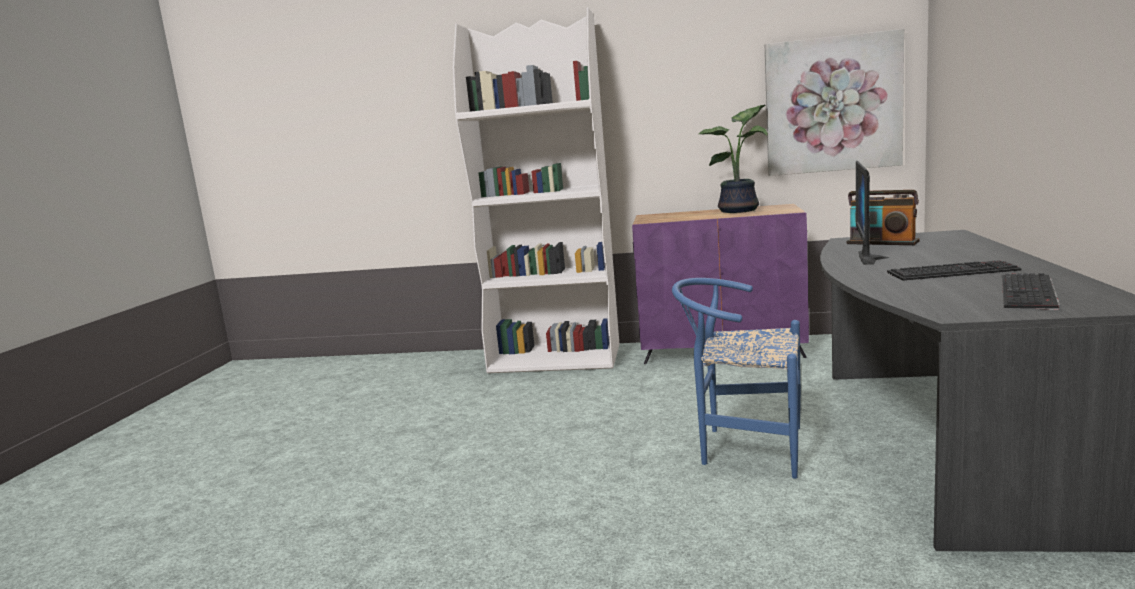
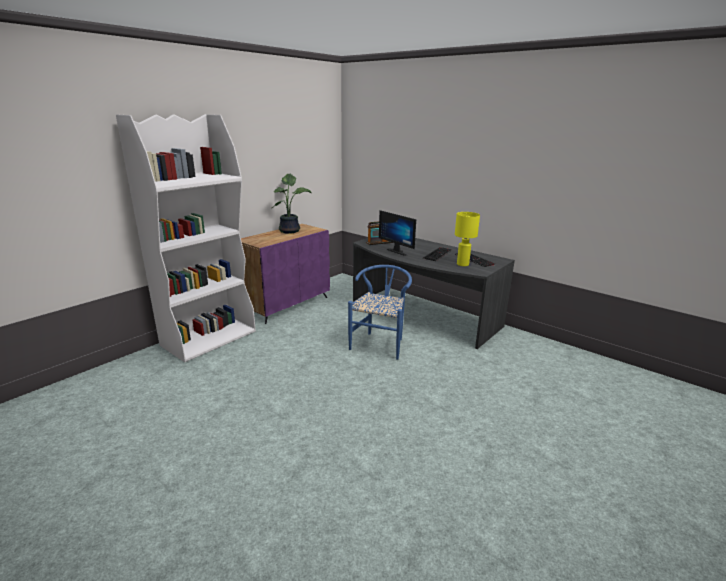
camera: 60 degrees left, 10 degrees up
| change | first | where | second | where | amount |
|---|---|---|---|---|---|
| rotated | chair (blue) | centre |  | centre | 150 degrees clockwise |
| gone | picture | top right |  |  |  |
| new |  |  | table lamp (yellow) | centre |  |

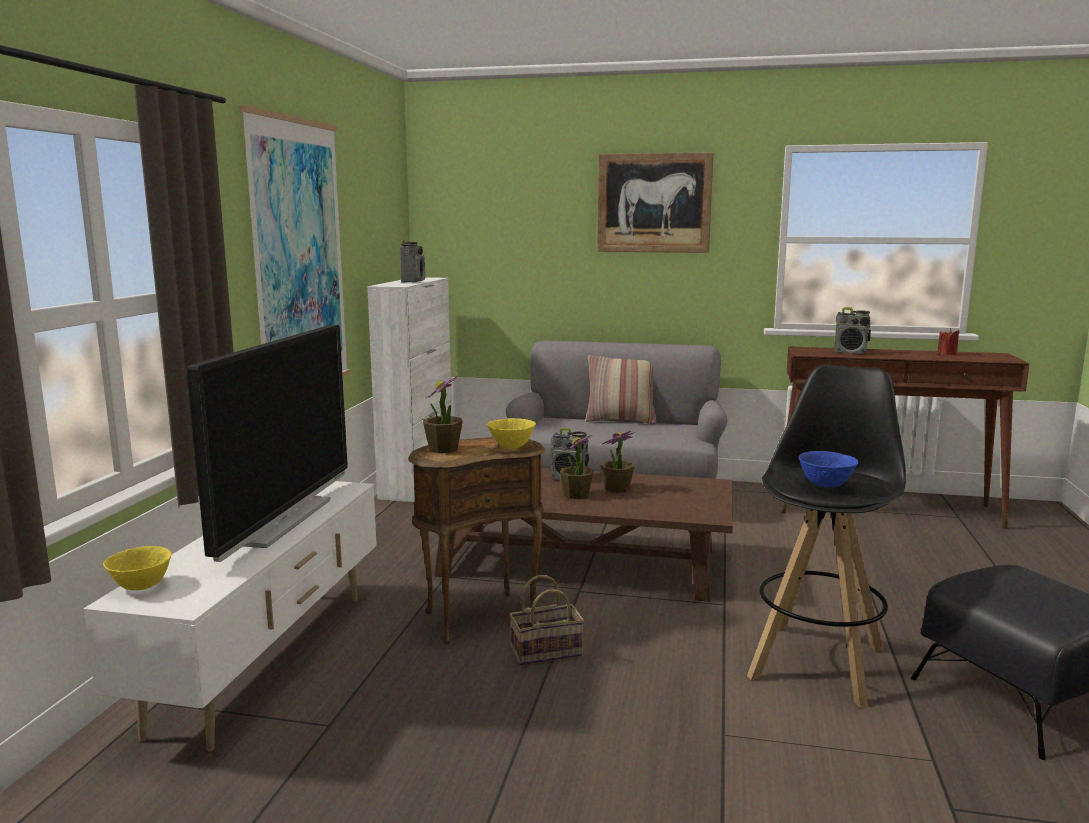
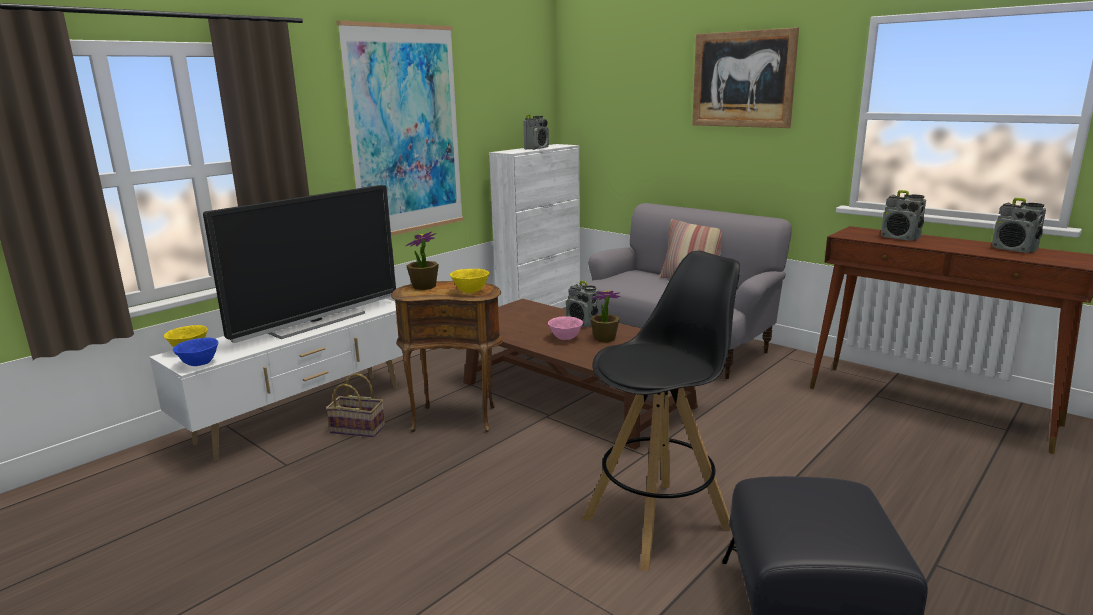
camera: 30 degrees right, 5 degrees up
| change | first | where | second | where | amount |
|---|---|---|---|---|---|
| shifted | basket | bottom centre |  | middle left |  |
| swapped | potted plant (no. 2 from left) | centre | bowl (pink) | centre |  |
| shifted | bowl (blue) | middle right |  | middle left |  |
| swapped | candle (red) | middle right | radio (no. 4 from left) | middle right |  |

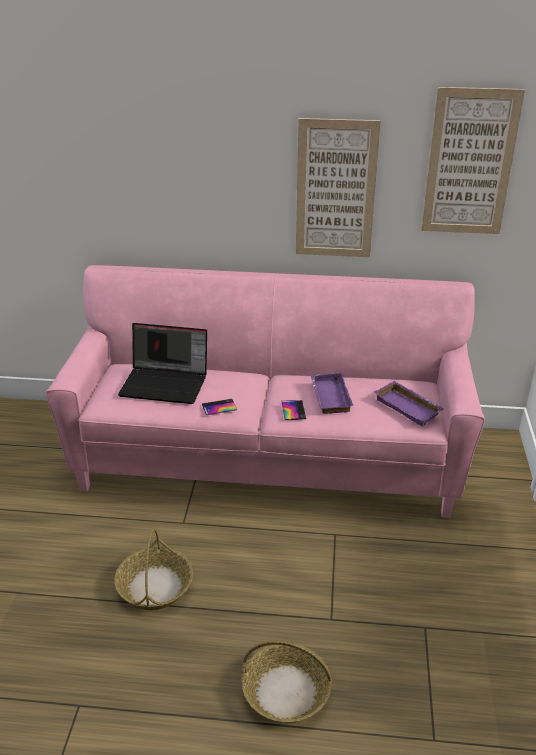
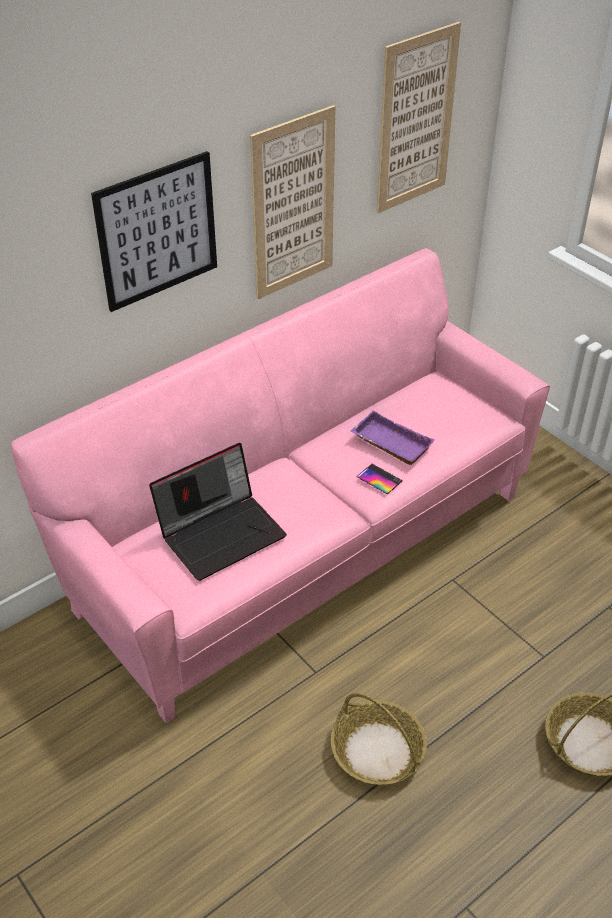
camera: 45 degrees left, 10 degrees up
| change | first | where | second | where | amount |
|---|---|---|---|---|---|
| gone | phone (no. 1 from left) | centre |  |  |  |
| gone | tray (purple) (no. 2 from left) | middle right |  |  |  |
| new |  |  | picture (no. 1 from left) | top left |  |

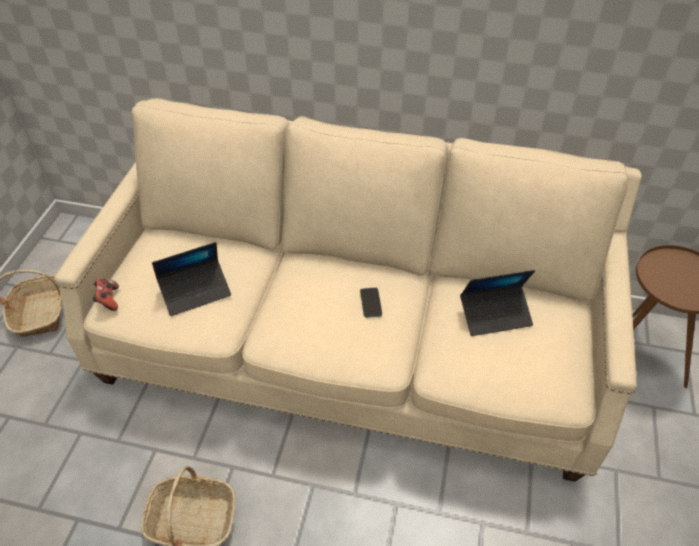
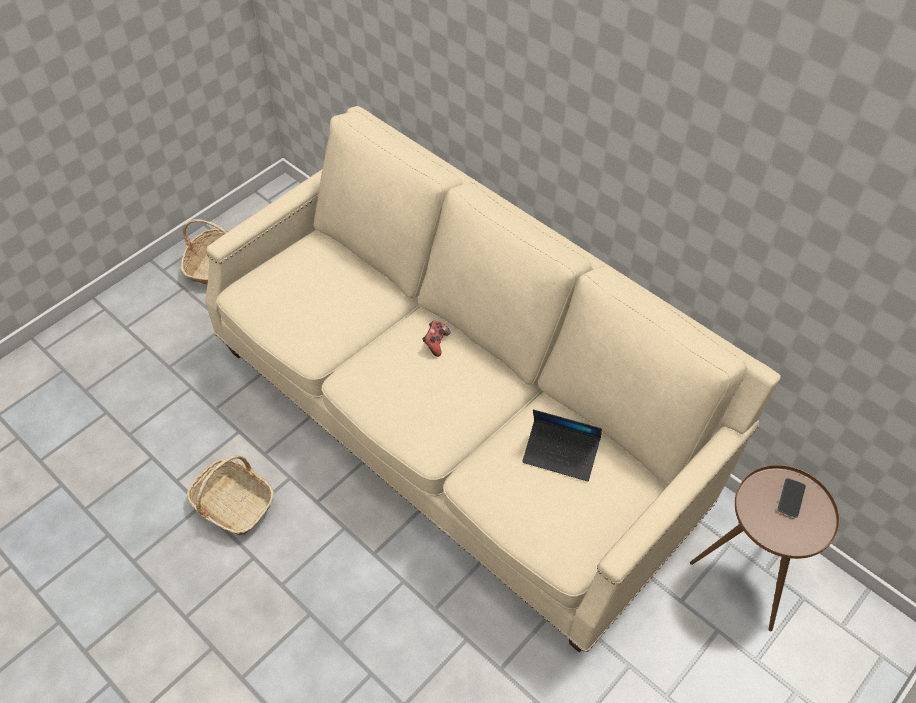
camera: 30 degrees right, 5 degrees up
| change | first | where | second | where | amount |
|---|---|---|---|---|---|
| shifted | game controller | middle left |  | centre |  |
| gone | laptop (no. 1 from left) | middle left |  |  |  |
| shifted | phone | centre |  | bottom right |  |

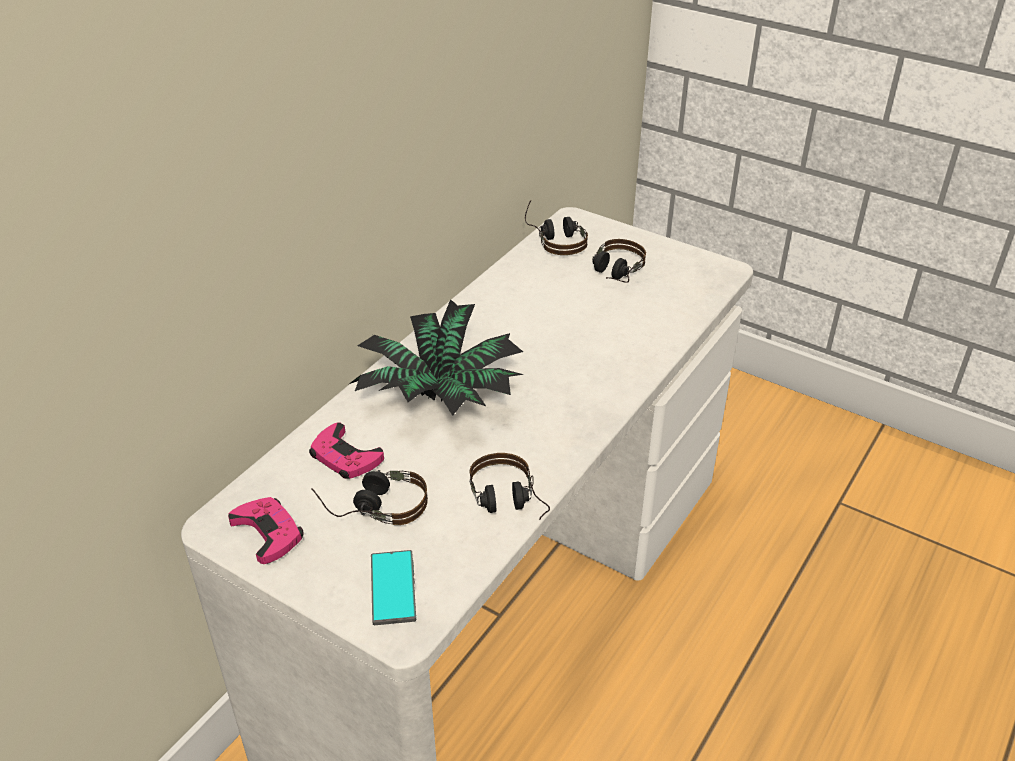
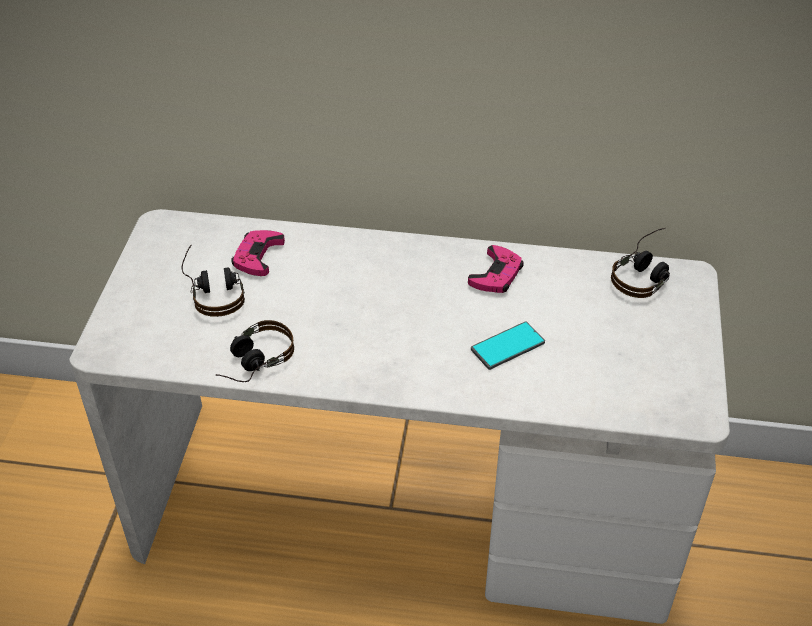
camera: 65 degrees right, 5 degrees up
| change | first | where | second | where | amount |
|---|---|---|---|---|---|
| shifted | game controller (pink) (no. 1 from left in the first image) | bottom left | game controller (pink) (no. 2 from left) | centre |  |
| gone | potted plant | centre |  |  |  |
| shifted | phone | bottom centre |  | centre |  |
| gone | headphones (no. 4 from left) | centre |  |  |  |

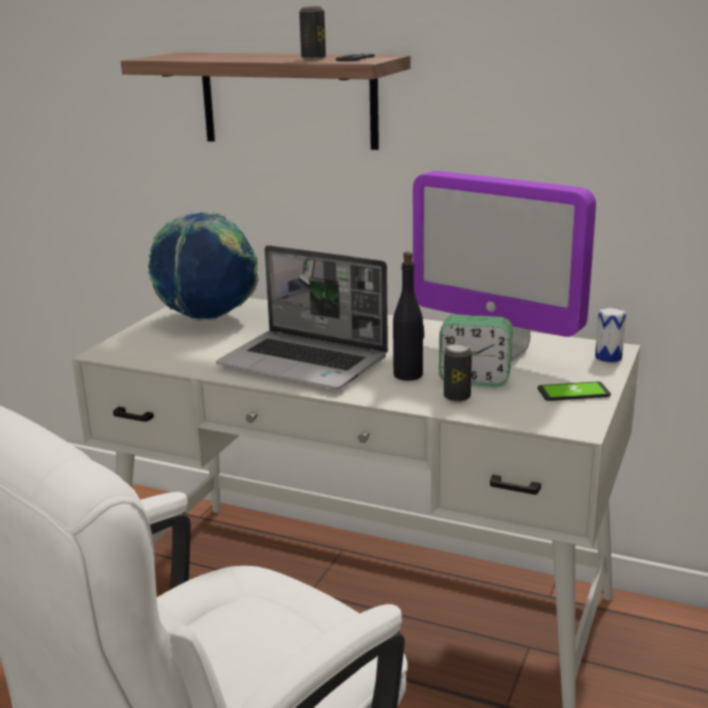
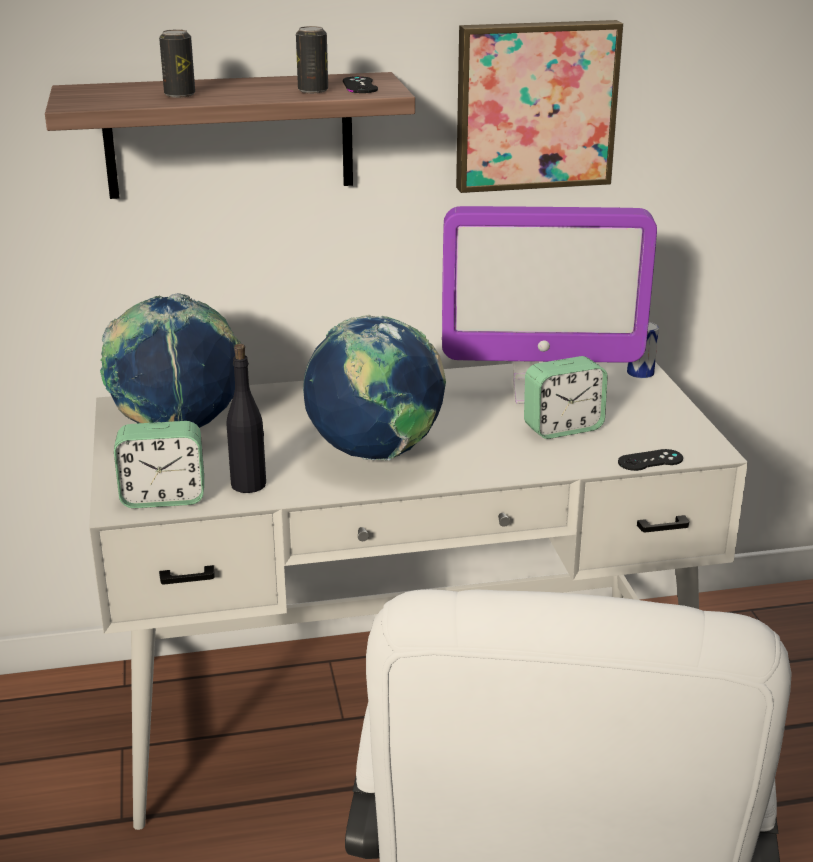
camera: 35 degrees left, 5 degrees up
| change | first | where | second | where | amount |
|---|---|---|---|---|---|
| swapped | laptop | centre | globe (no. 2 from left) | centre |  |
| shifted | bottle (black) | centre |  | middle left |  |
| shifted | can (no. 2 from left in the first image) | centre | can (no. 1 from left) | top left |  |
| gone | phone | middle right |  |  |  |
| new |  |  | alarm clock (no. 1 from left) | middle left |  |
| new |  |  | picture | top centre |  |
| new |  |  | game controller (black) (no. 2 from left) | middle right |  |

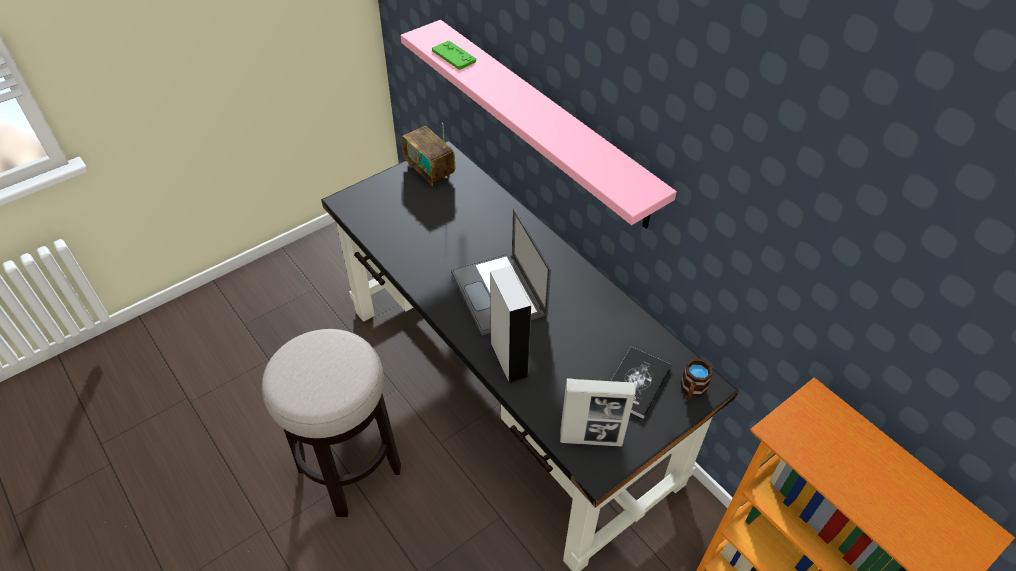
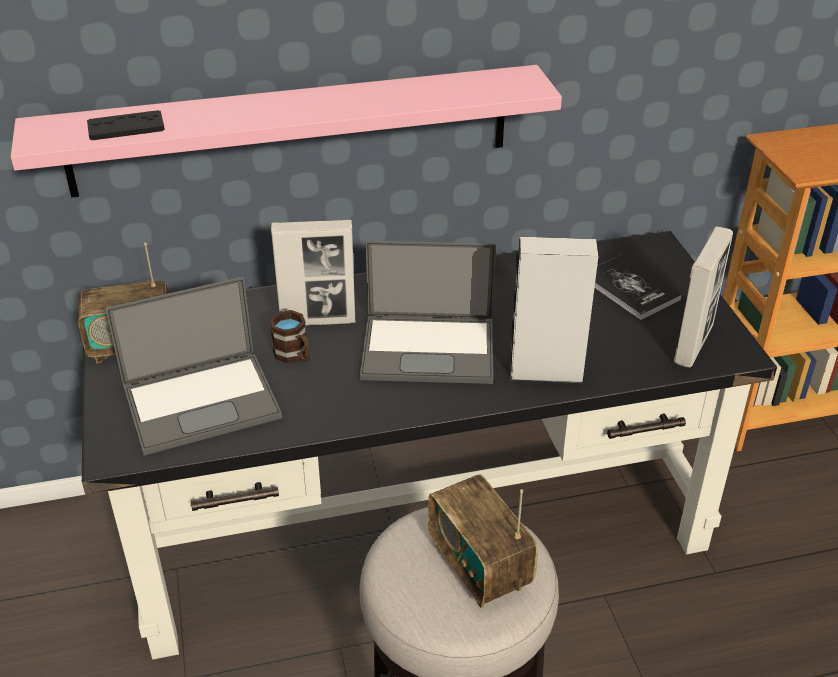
camera: 65 degrees left, 10 degrees down
| change | first | where | second | where | amount |
|---|---|---|---|---|---|
| repainted | game controller (green) | top centre | game controller (black) | top left |  |
| shifted | mug (brown) | middle right |  | centre |  |
| new |  |  | laptop (no. 1 from left) | middle left |  |
| new |  |  | picture frame (no. 1 from left) | centre |  |
| new |  |  | radio (no. 2 from left) | bottom centre |  |

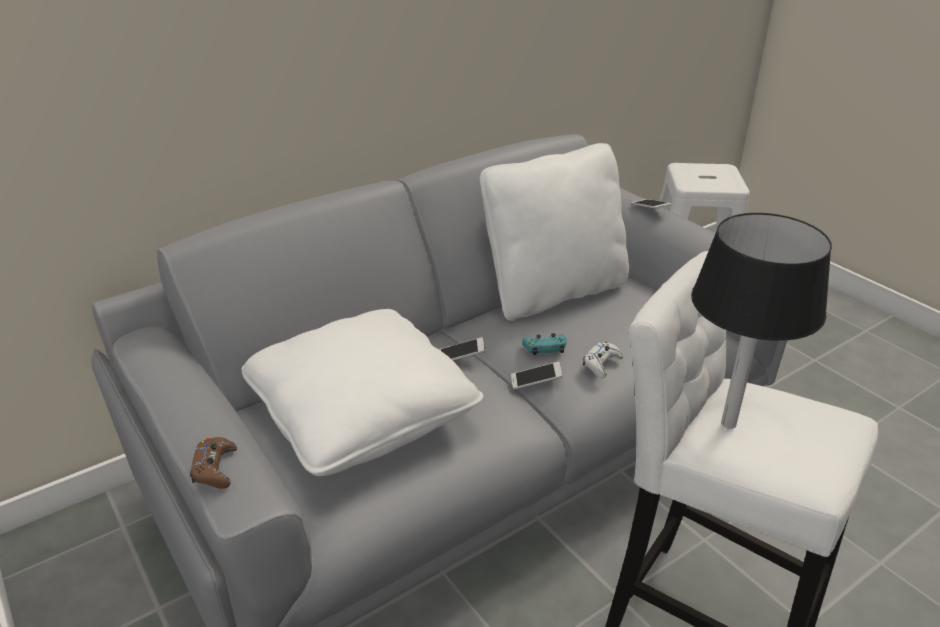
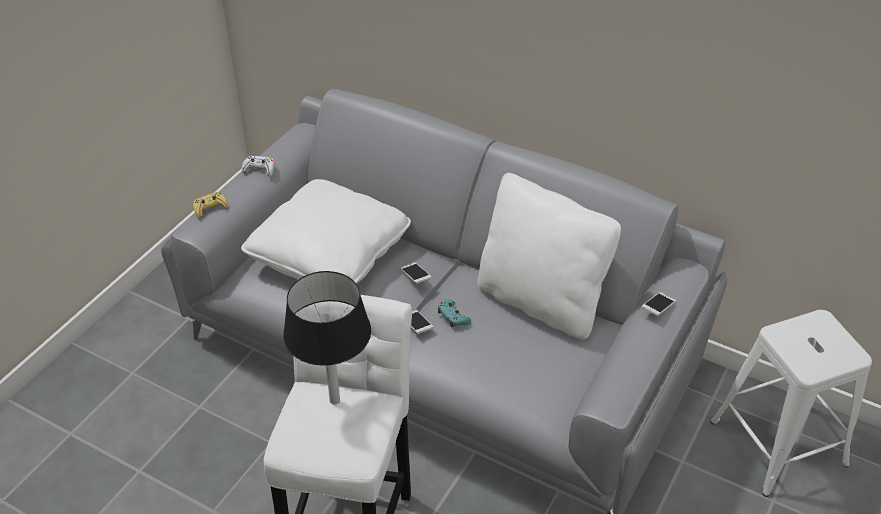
camera: 65 degrees right, 10 degrees up
| change | first | where | second | where | amount |
|---|---|---|---|---|---|
| repainted | game controller (brown) | bottom left | game controller (yellow) | middle left |  |
| shifted | game controller (white) | centre |  | top left |  |

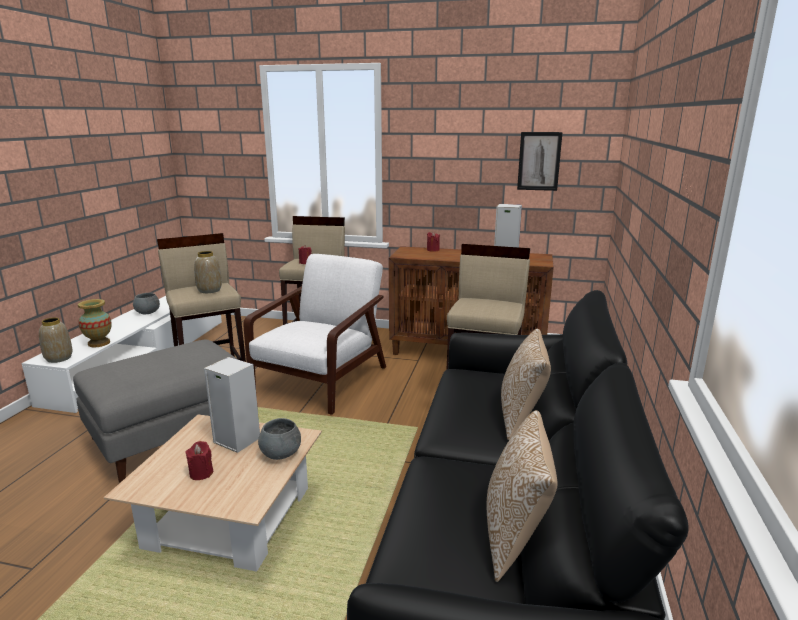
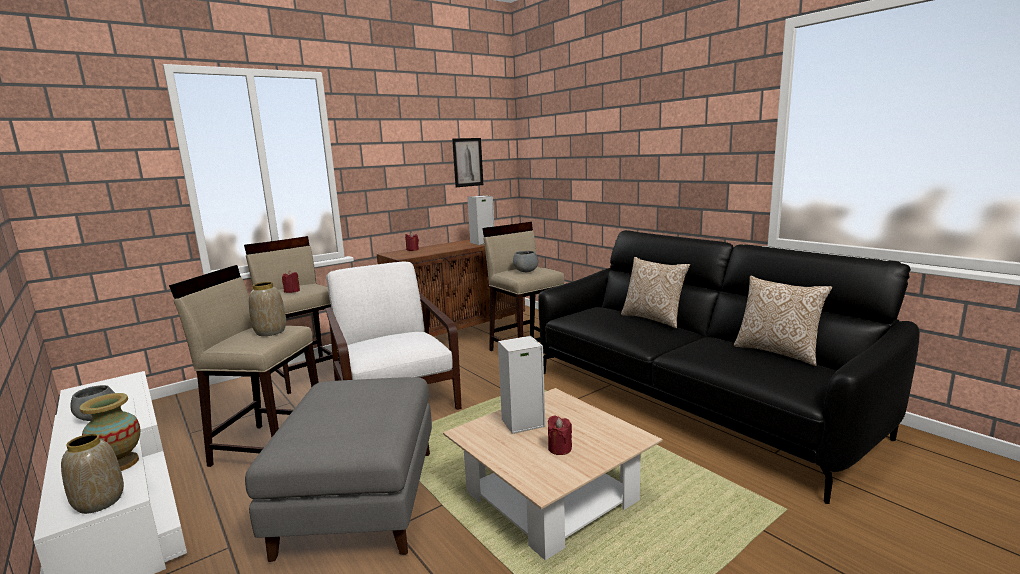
camera: 50 degrees left, 5 degrees down
| change | first | where | second | where | amount |
|---|---|---|---|---|---|
| shifted | bowl (grey) (no. 2 from left) | bottom centre |  | centre |  |

